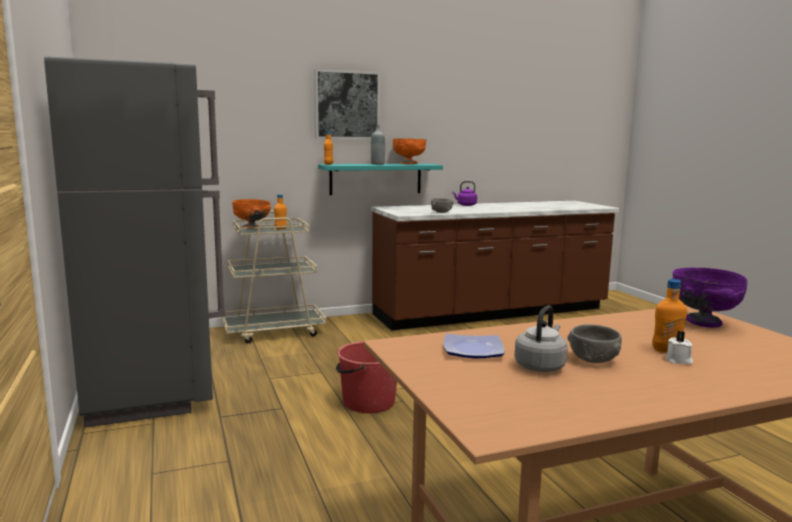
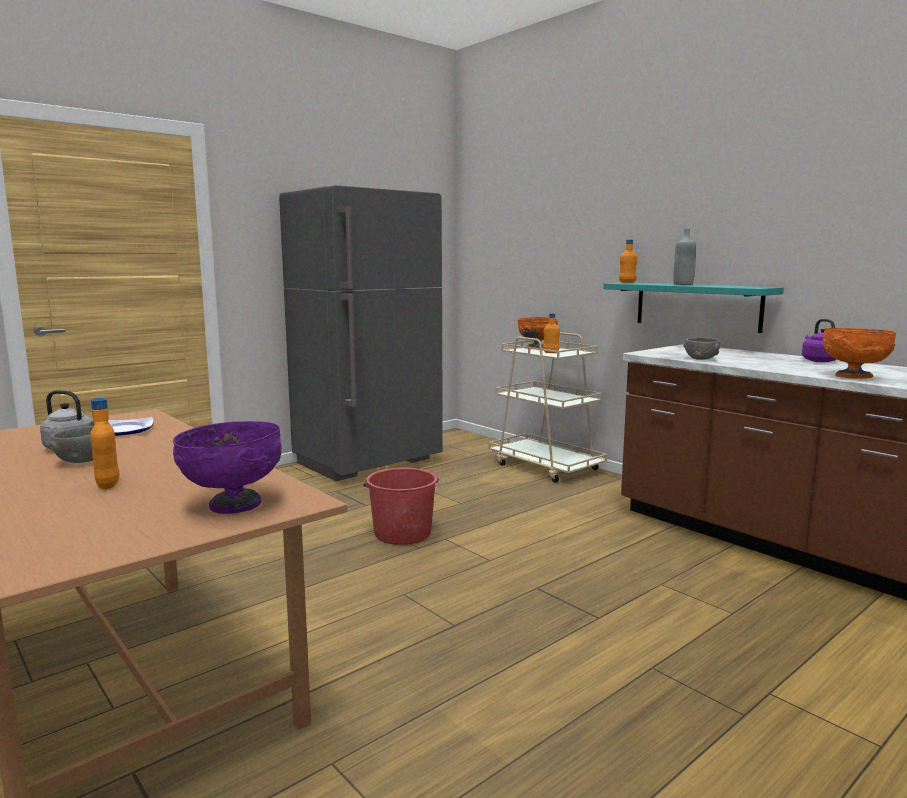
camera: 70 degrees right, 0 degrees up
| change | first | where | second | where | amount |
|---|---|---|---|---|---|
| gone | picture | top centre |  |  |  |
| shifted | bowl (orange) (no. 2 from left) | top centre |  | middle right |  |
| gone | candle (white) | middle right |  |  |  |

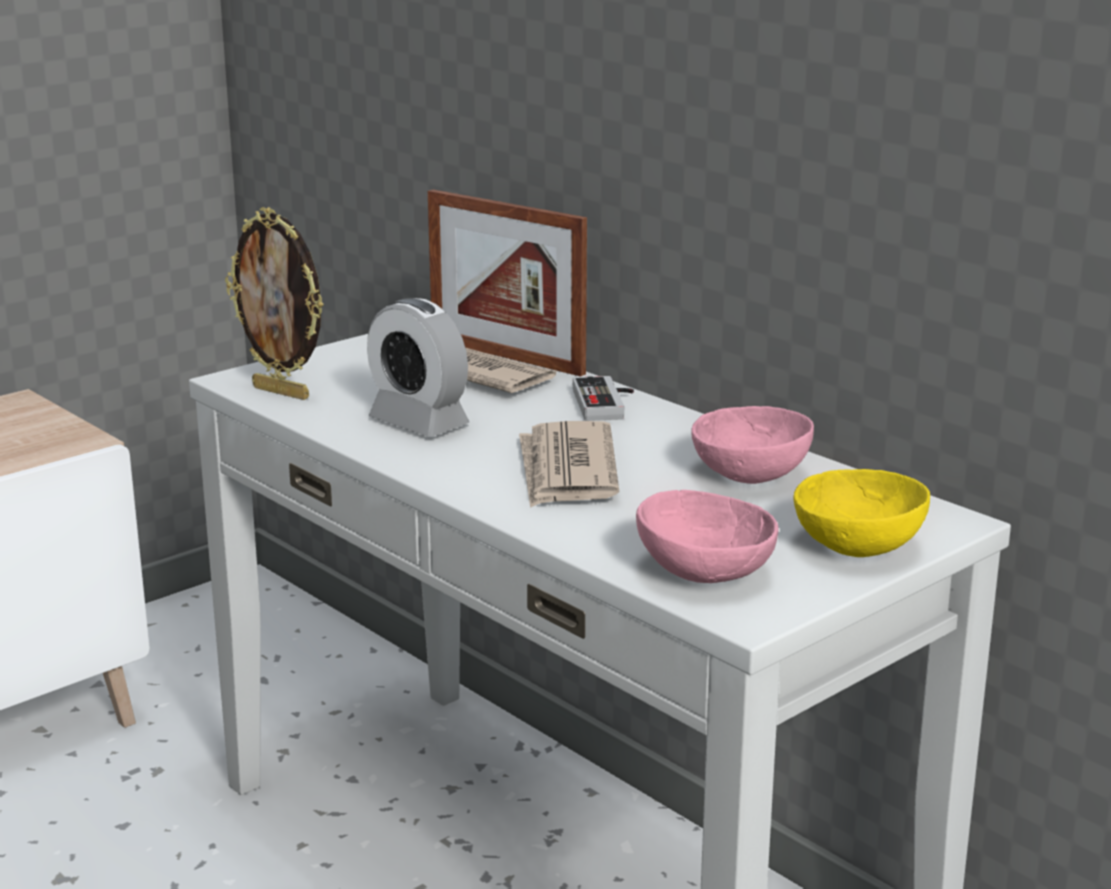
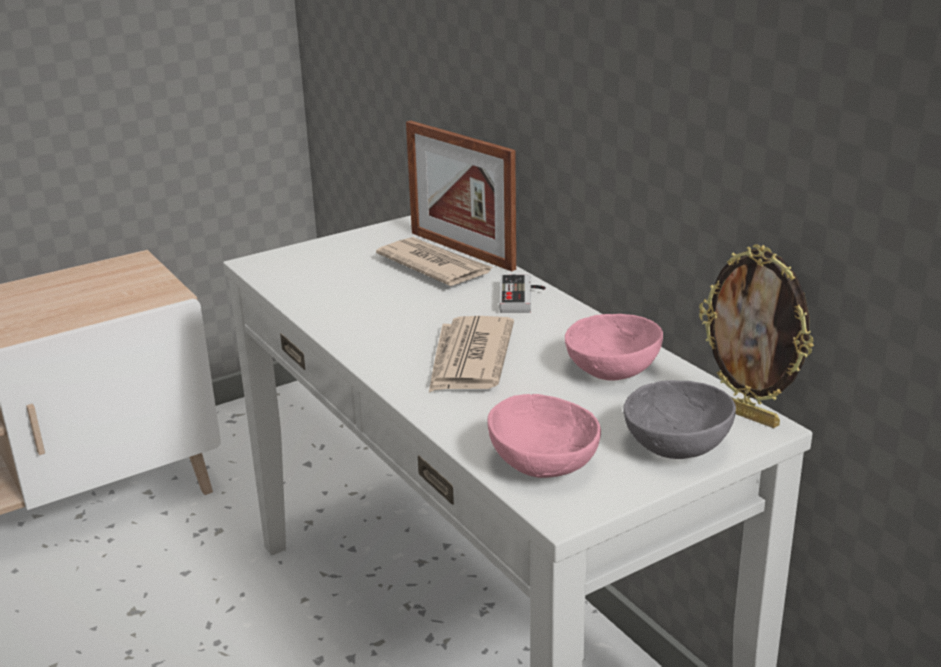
camera: 10 degrees right, 5 degrees up
| change | first | where | second | where | amount |
|---|---|---|---|---|---|
| shifted | picture frame (no. 1 from left in the first image) | middle left | picture frame (no. 2 from left) | middle right |  |
| gone | alarm clock | centre |  |  |  |
| repainted | bowl (yellow) | middle right | bowl (grey) | middle right |  |

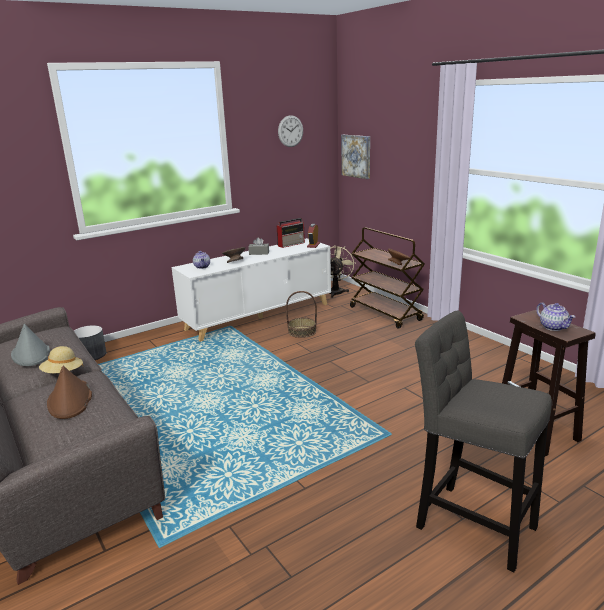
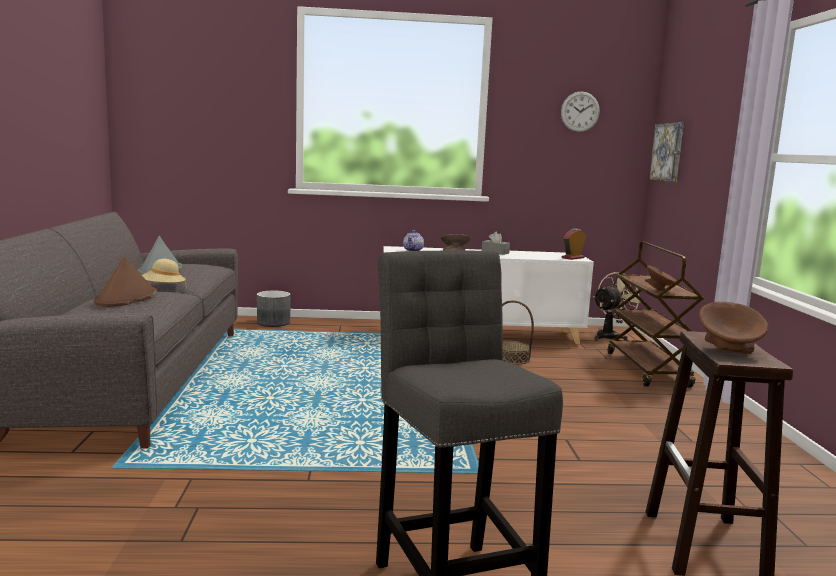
camera: 30 degrees right, 10 degrees down
| change | first | where | second | where | amount |
|---|---|---|---|---|---|
| gone | radio | centre |  |  |  |
| swapped | teapot (no. 2 from left) | middle right | bowl (brown) (no. 2 from left) | middle right |  |

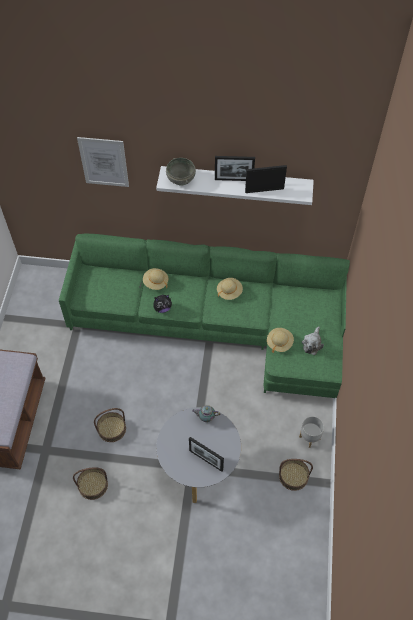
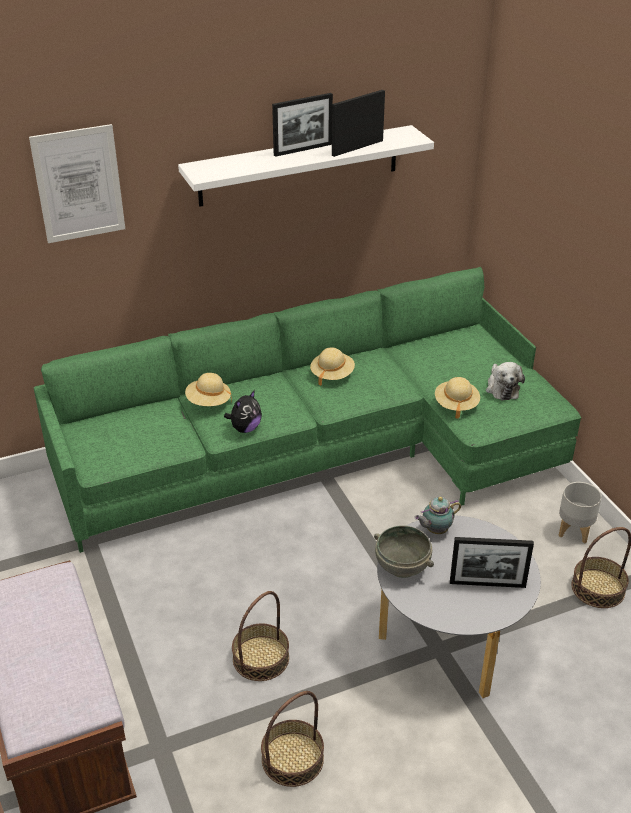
camera: 30 degrees left, 20 degrees down
| change | first | where | second | where | amount |
|---|---|---|---|---|---|
| shifted | bowl (grey) | top centre |  | bottom centre |  |

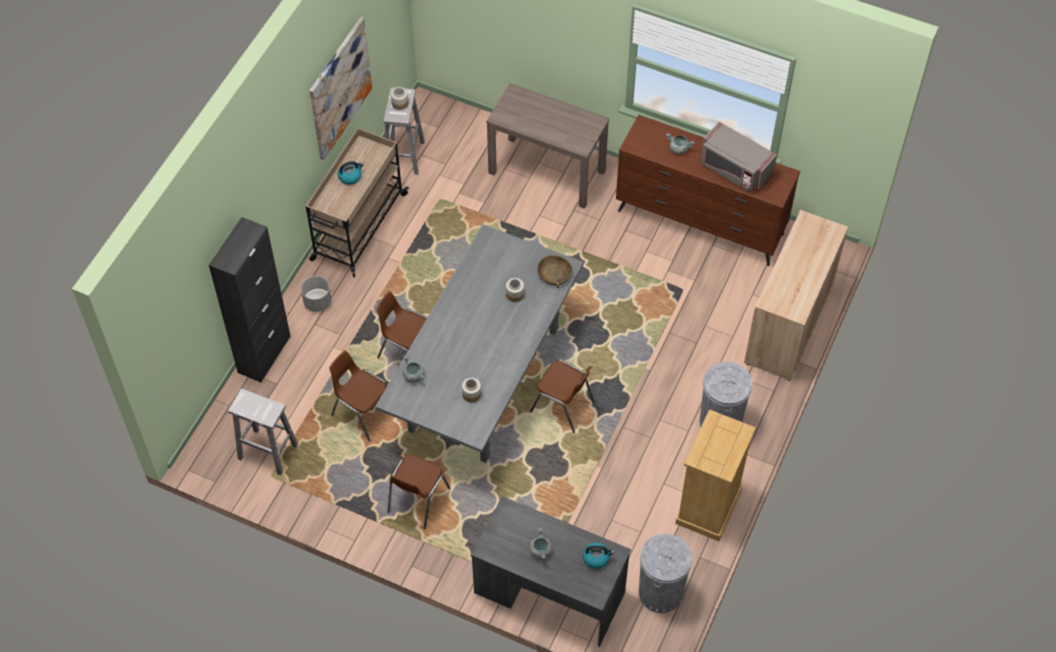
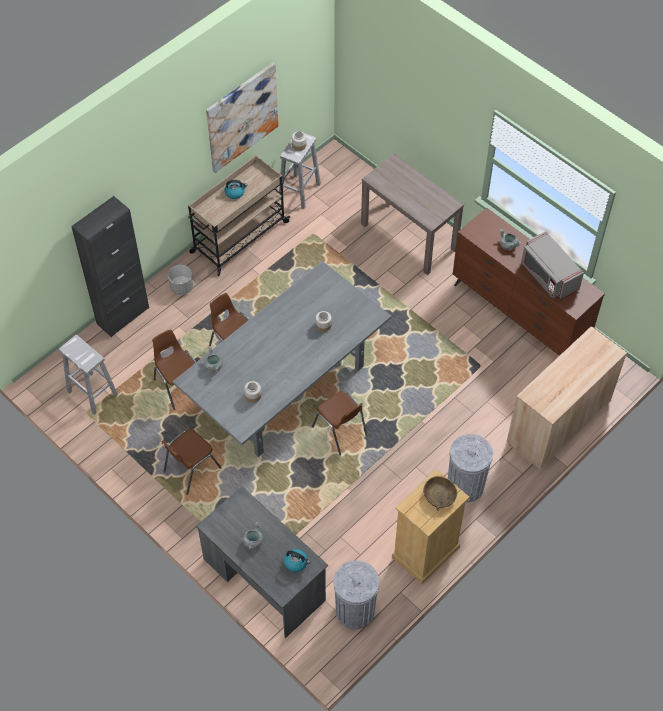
camera: 20 degrees right, 0 degrees up
| change | first | where | second | where | amount |
|---|---|---|---|---|---|
| shifted | bowl (brown) | centre |  | bottom centre |  |

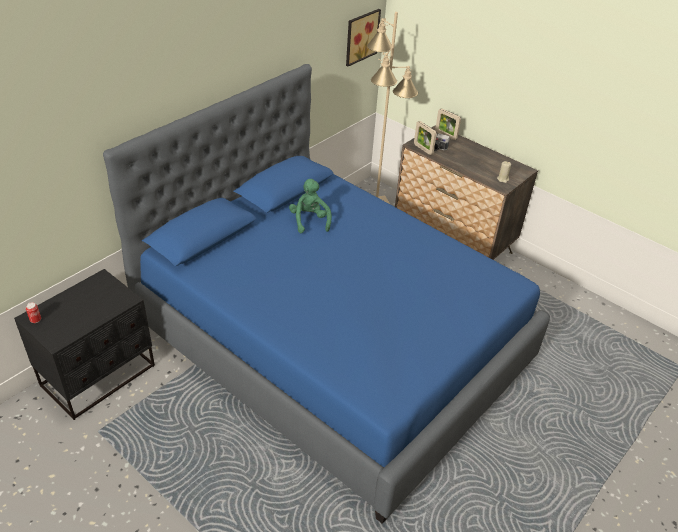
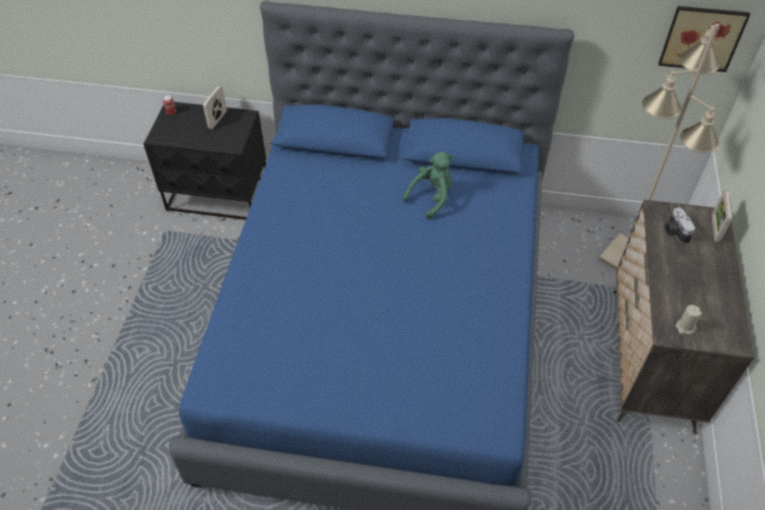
camera: 60 degrees right, 10 degrees up
| change | first | where | second | where | amount |
|---|---|---|---|---|---|
| shifted | picture frame (no. 1 from left) | top centre |  | top left |  |

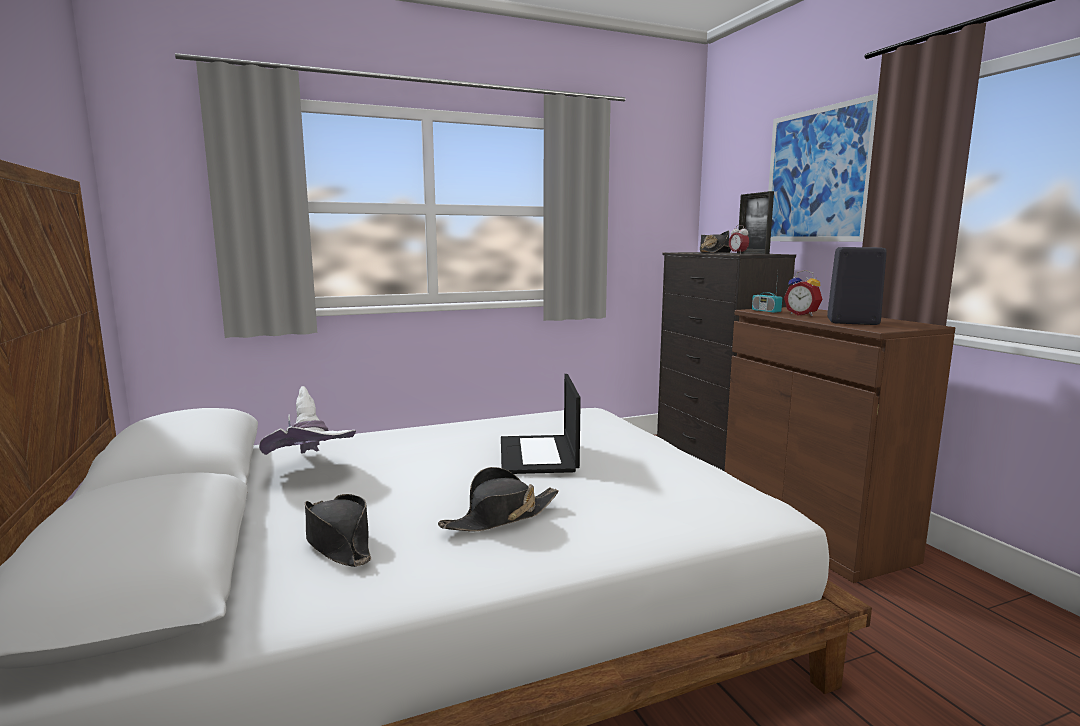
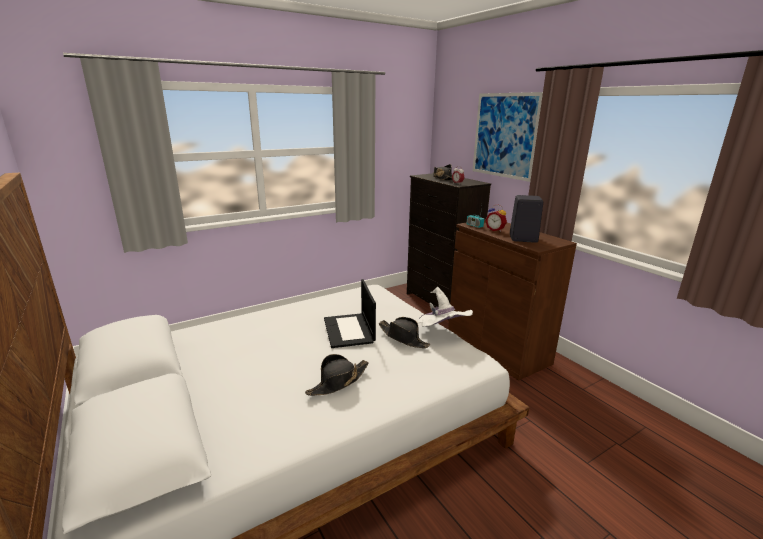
camera: 10 degrees left, 10 degrees up
| change | first | where | second | where | amount |
|---|---|---|---|---|---|
| shifted | hat (white) | middle left |  | centre |  |
| shifted | hat (black) (no. 1 from left in the first image) | bottom left | hat (black) (no. 2 from left) | centre |  |
| gone | picture frame | top right |  |  |  |

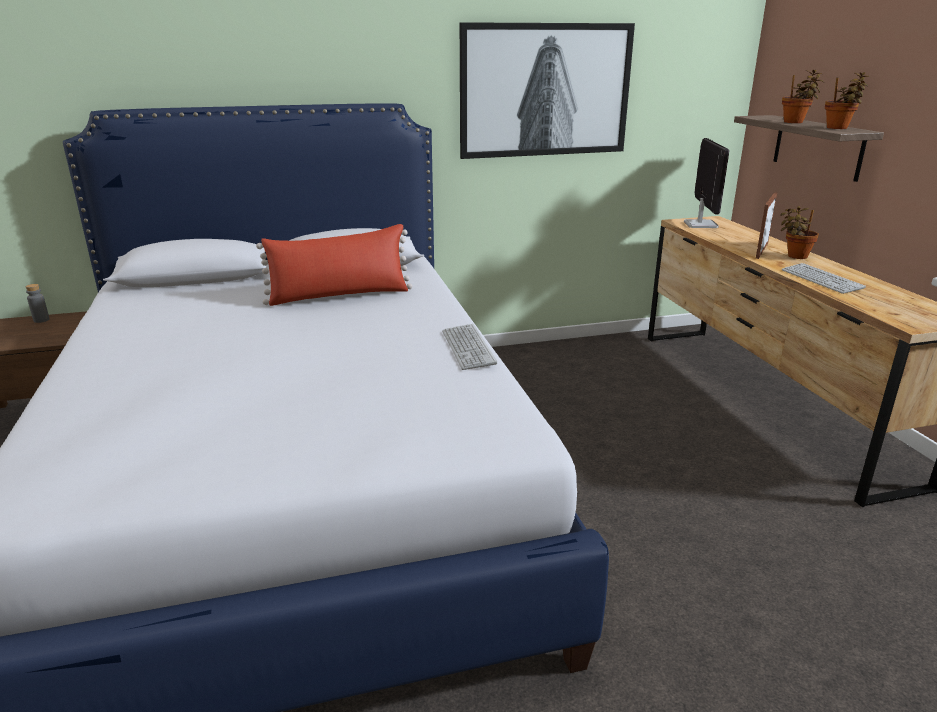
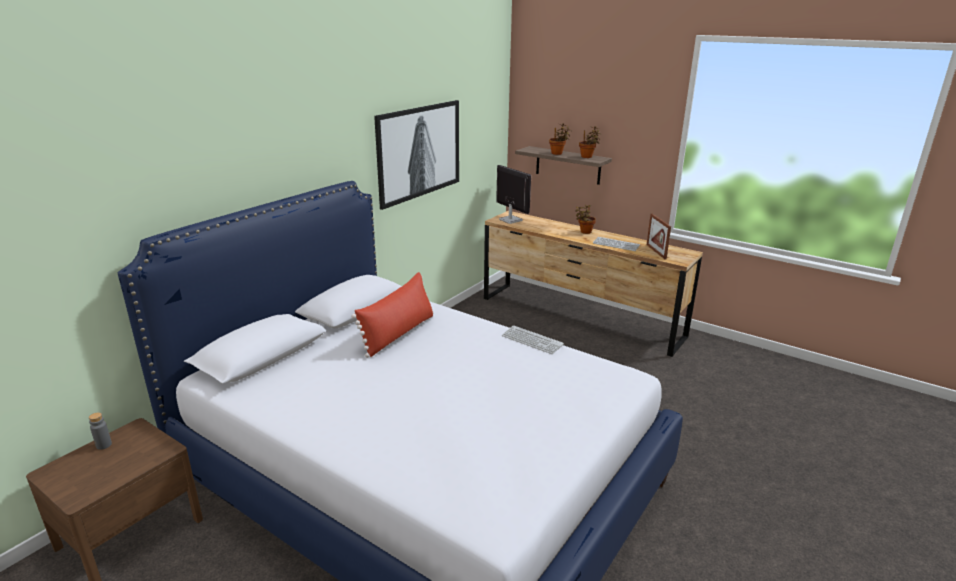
camera: 40 degrees left, 0 degrees up
| change | first | where | second | where | amount |
|---|---|---|---|---|---|
| shifted | picture frame | top right |  | middle right |  |

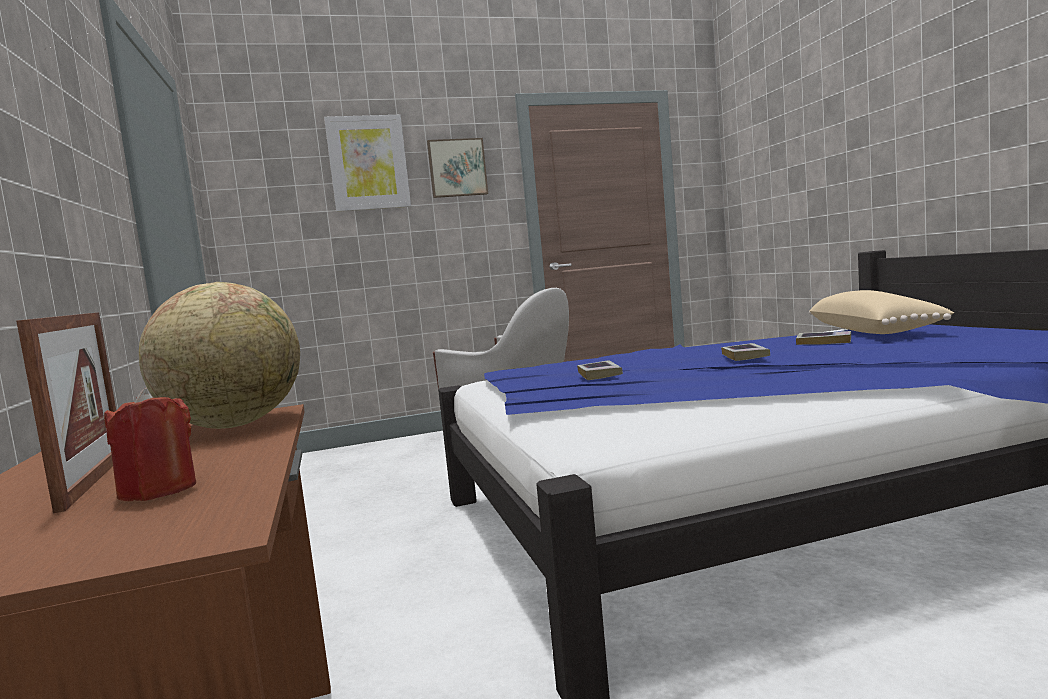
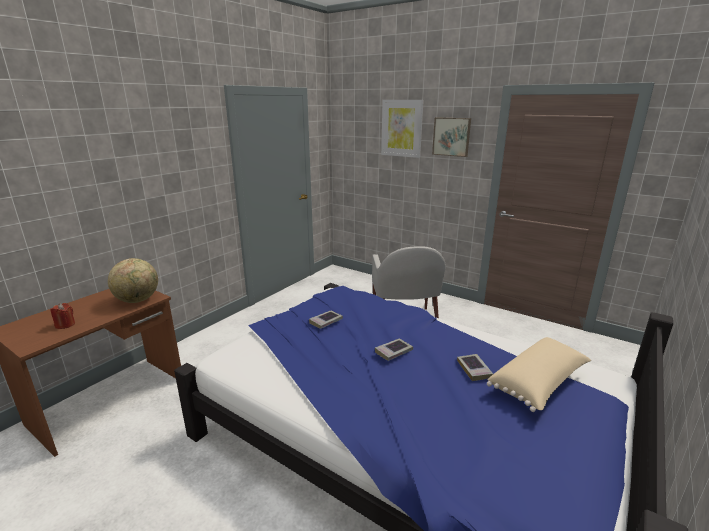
camera: 50 degrees right, 15 degrees up
| change | first | where | second | where | amount |
|---|---|---|---|---|---|
| gone | picture frame | middle left |  |  |  |

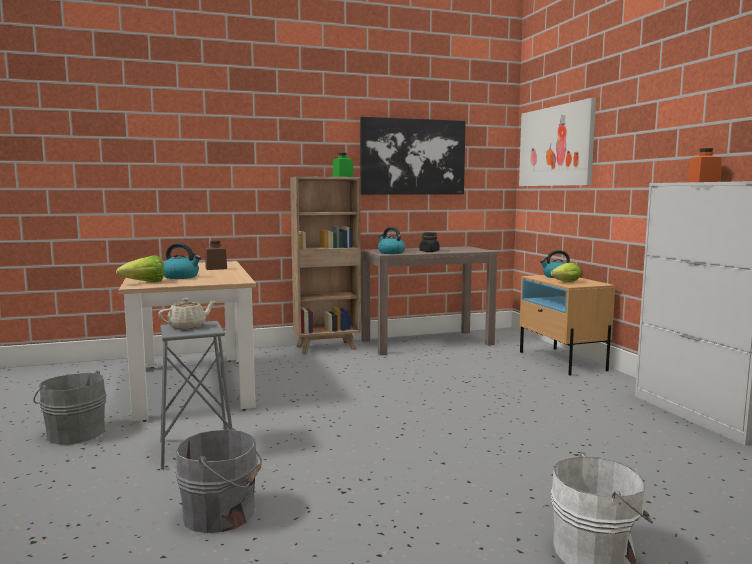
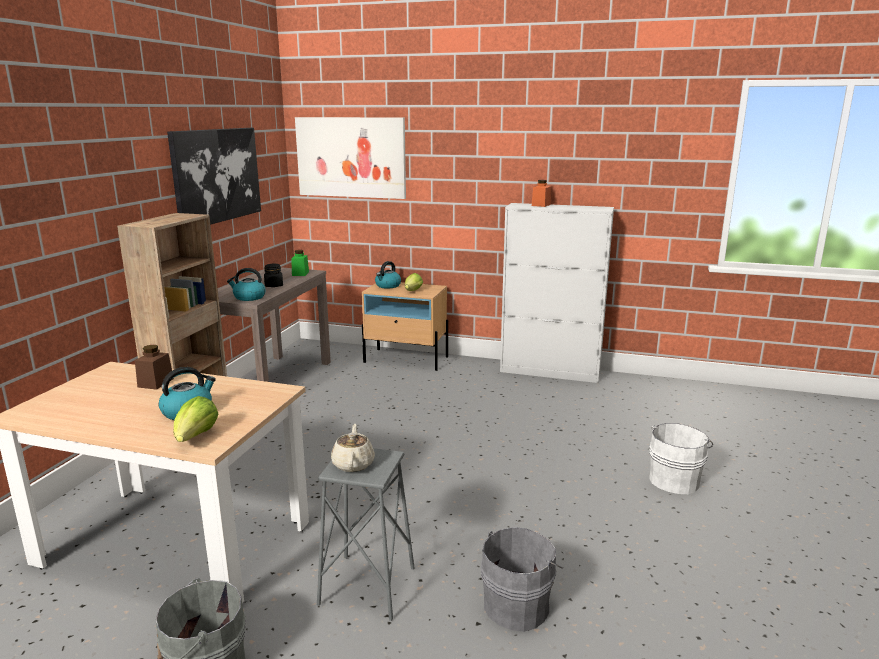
camera: 55 degrees left, 10 degrees up
| change | first | where | second | where | amount |
|---|---|---|---|---|---|
| shifted | jar (green) | top centre |  | centre |  |

